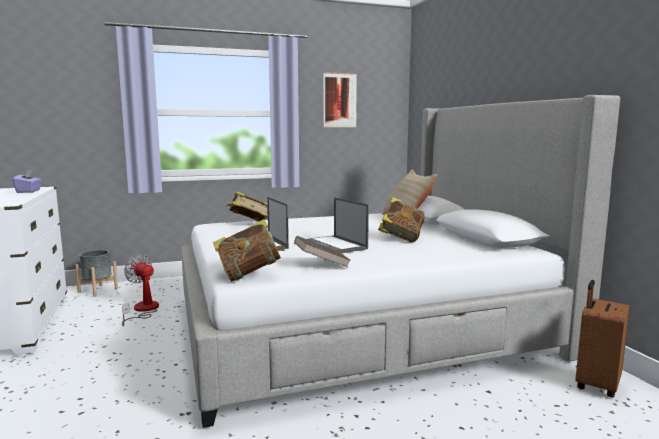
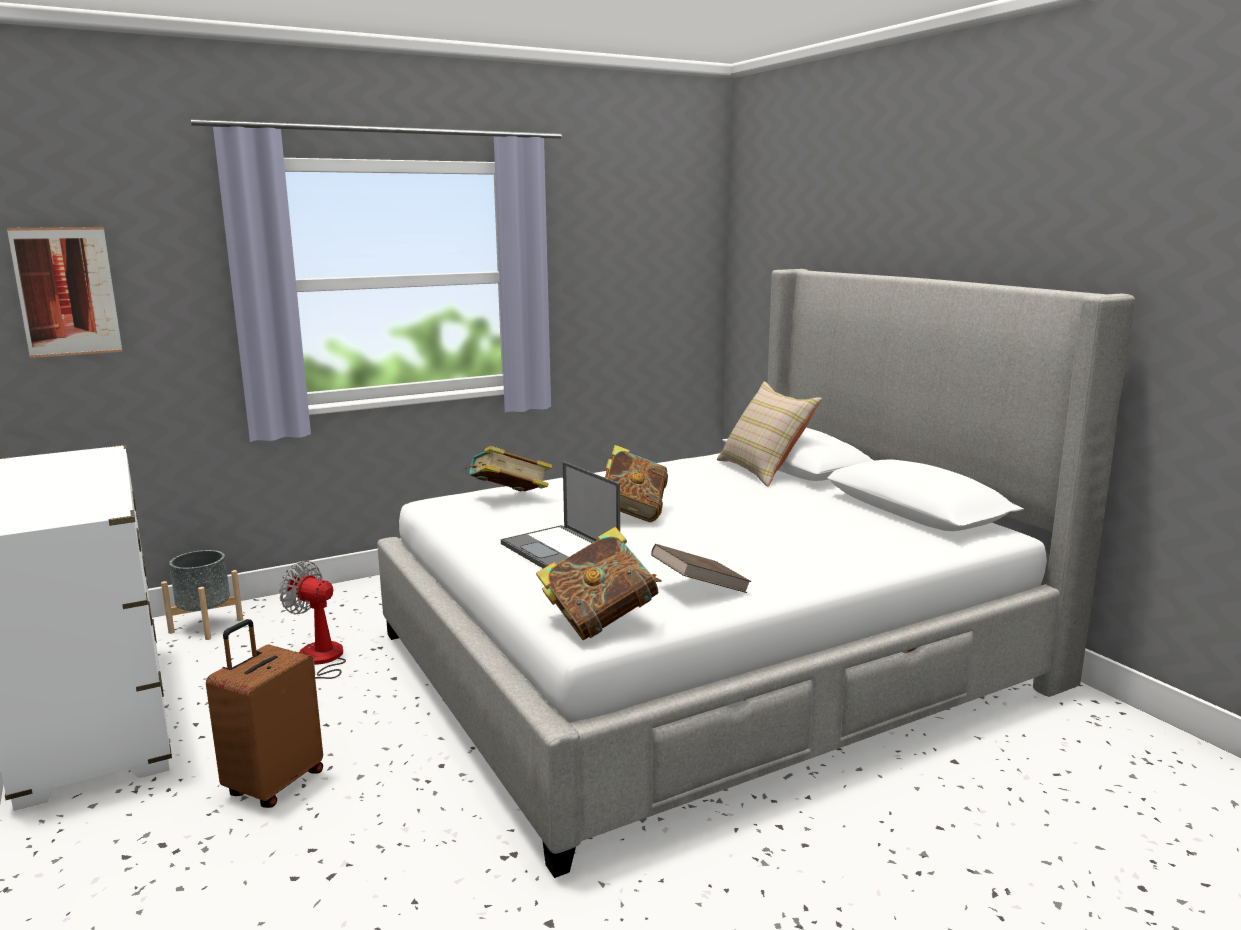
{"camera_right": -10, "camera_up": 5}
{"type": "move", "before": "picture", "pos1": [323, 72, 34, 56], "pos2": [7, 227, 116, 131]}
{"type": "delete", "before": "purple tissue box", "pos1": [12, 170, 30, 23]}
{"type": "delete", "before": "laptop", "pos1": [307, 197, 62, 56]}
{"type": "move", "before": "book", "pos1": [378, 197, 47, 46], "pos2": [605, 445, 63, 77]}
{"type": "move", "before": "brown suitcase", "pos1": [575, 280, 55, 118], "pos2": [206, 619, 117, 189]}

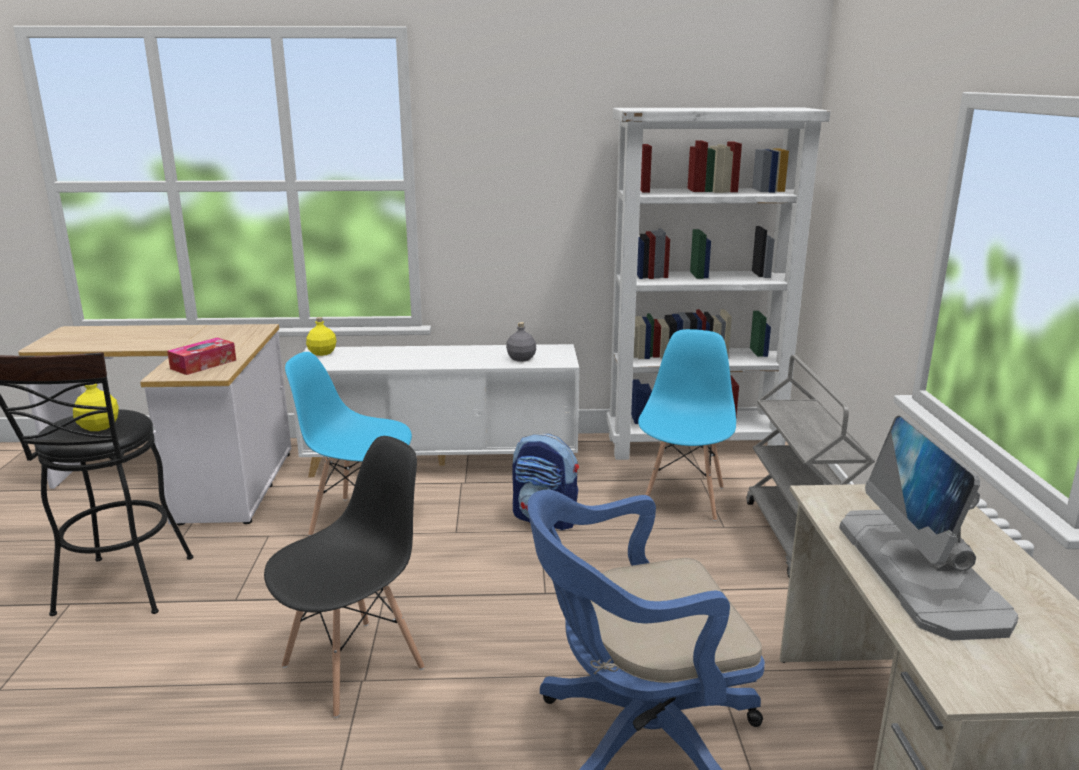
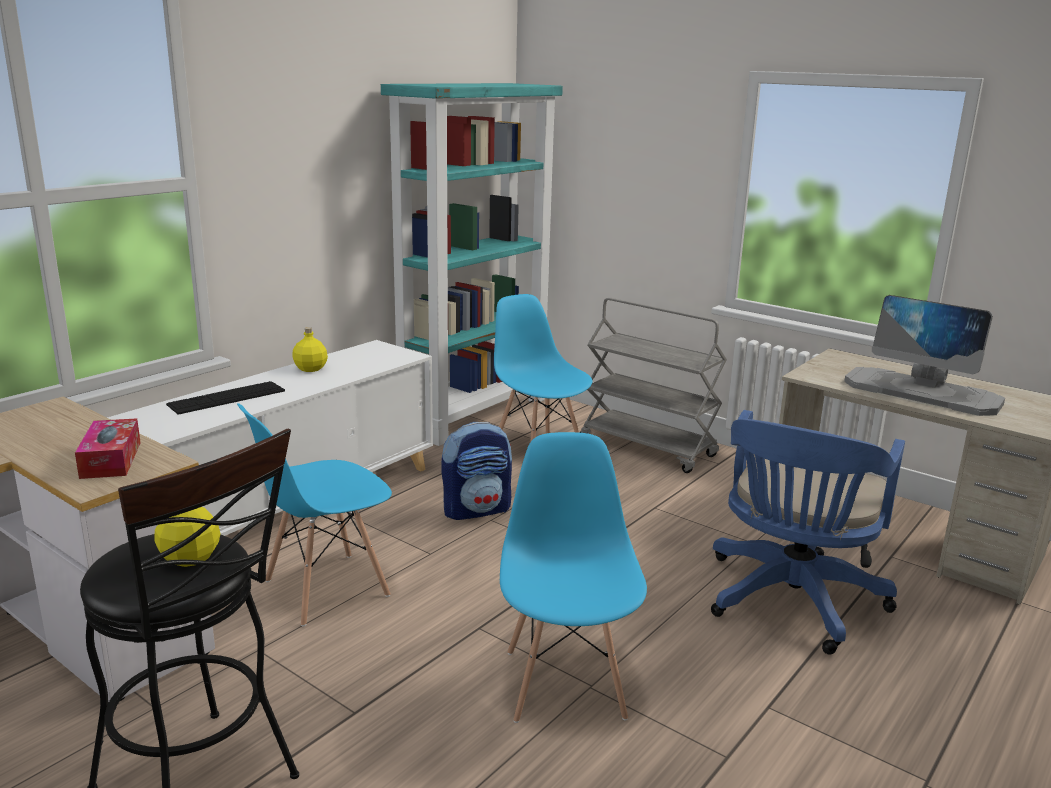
{"camera_right": -50, "camera_up": 0}
{"type": "recolor", "before": "white bookcase", "after": "turquoise bookcase", "pos1": [606, 108, 225, 352], "pos2": [381, 83, 182, 363]}
{"type": "move", "before": "yellow bottle", "pos1": [306, 317, 31, 39], "pos2": [292, 327, 36, 45]}
{"type": "delete", "before": "grey bottle", "pos1": [506, 322, 30, 40]}
{"type": "recolor", "before": "black chair", "after": "blue chair", "pos1": [264, 436, 161, 282], "pos2": [500, 432, 147, 291]}
{"type": "insert", "after": "keyboard", "pos2": [166, 381, 119, 34]}

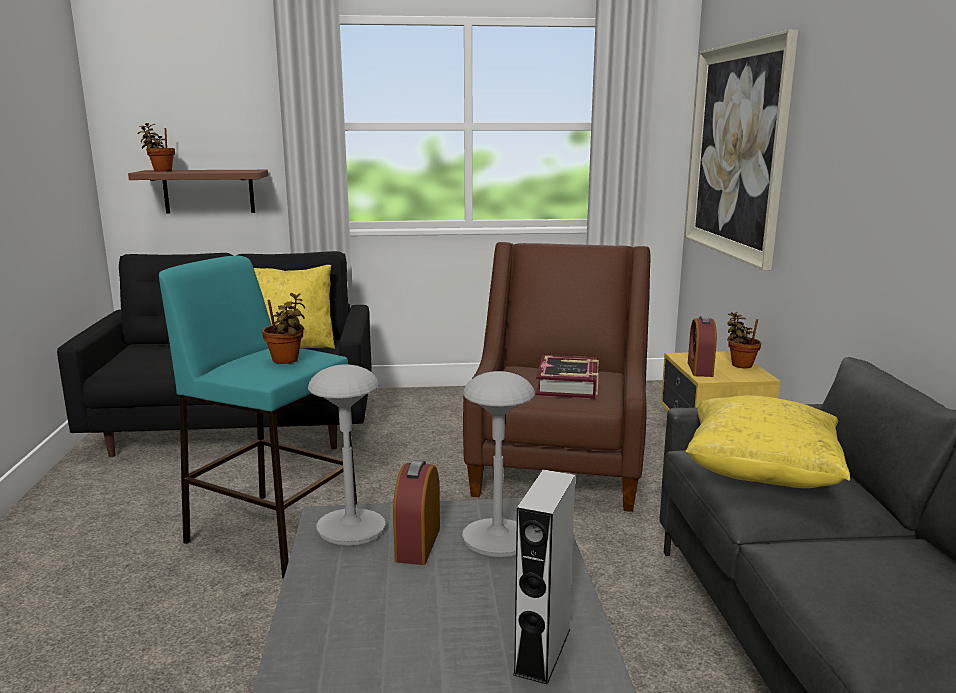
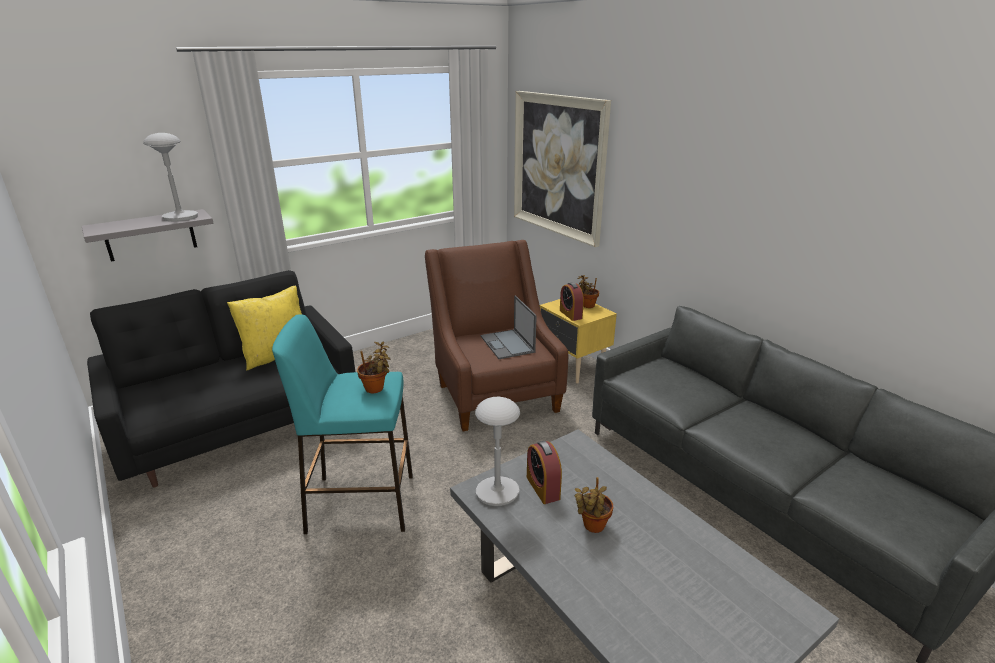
{"camera_right": -30, "camera_up": 10}
{"type": "move", "before": "potted plant", "pos1": [137, 123, 38, 48], "pos2": [575, 477, 38, 56]}
{"type": "recolor", "before": "brown shelf", "after": "grey shelf", "pos1": [128, 170, 140, 44], "pos2": [82, 209, 132, 53]}
{"type": "replace", "before": "book", "after": "laptop", "pos1": [536, 355, 63, 44], "pos2": [481, 295, 56, 64]}
{"type": "move", "before": "grey table lamp", "pos1": [462, 371, 73, 187], "pos2": [143, 133, 55, 88]}
{"type": "delete", "before": "yellow pillow", "pos1": [685, 395, 165, 93]}
{"type": "delete", "before": "grey speaker", "pos1": [513, 469, 62, 216]}

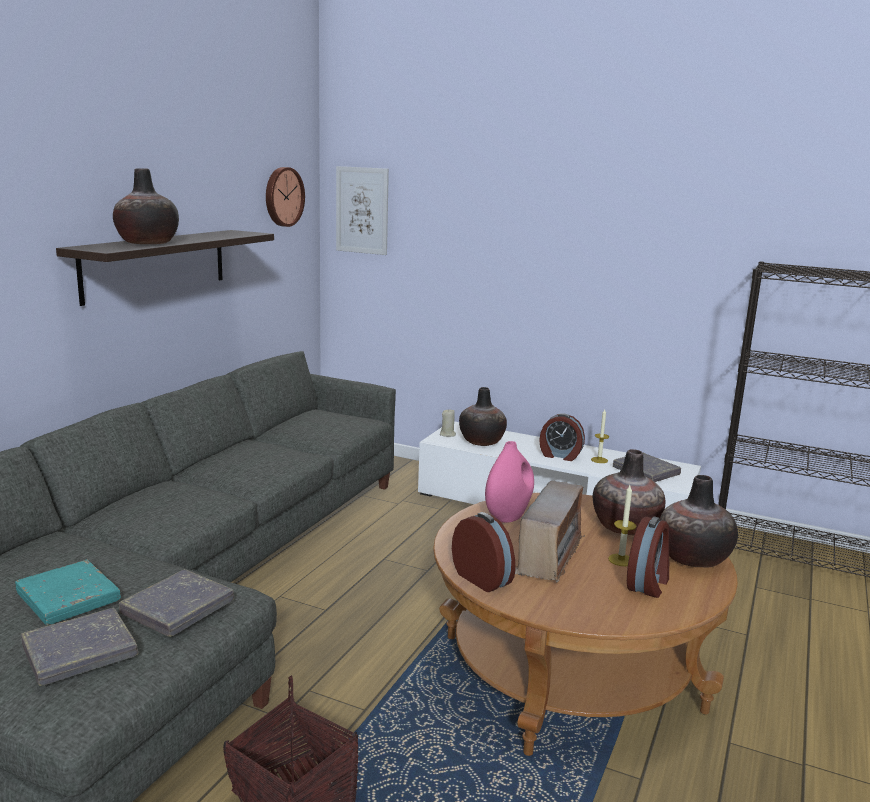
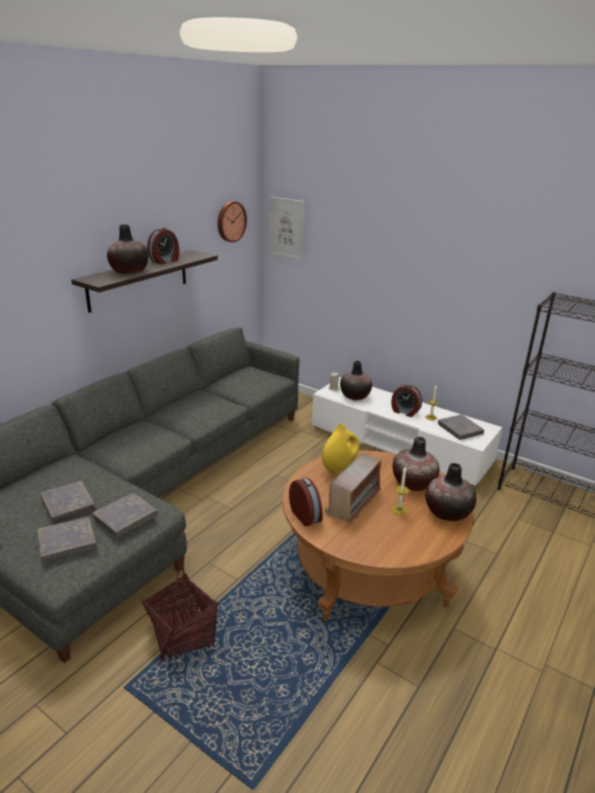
{"camera_right": 10, "camera_up": 10}
{"type": "recolor", "before": "pink vase", "after": "yellow vase", "pos1": [485, 441, 49, 82], "pos2": [322, 424, 38, 50]}
{"type": "move", "before": "alarm clock", "pos1": [627, 517, 42, 81], "pos2": [147, 228, 32, 36]}
{"type": "recolor", "before": "turquoise book", "after": "grey book", "pos1": [15, 560, 106, 65], "pos2": [40, 481, 55, 42]}

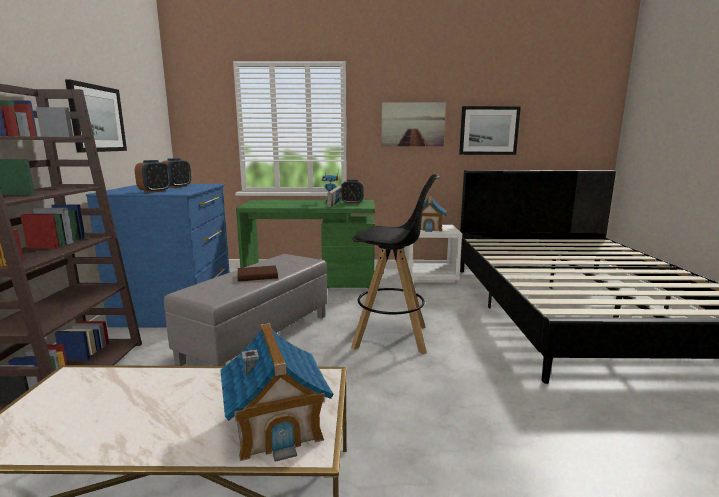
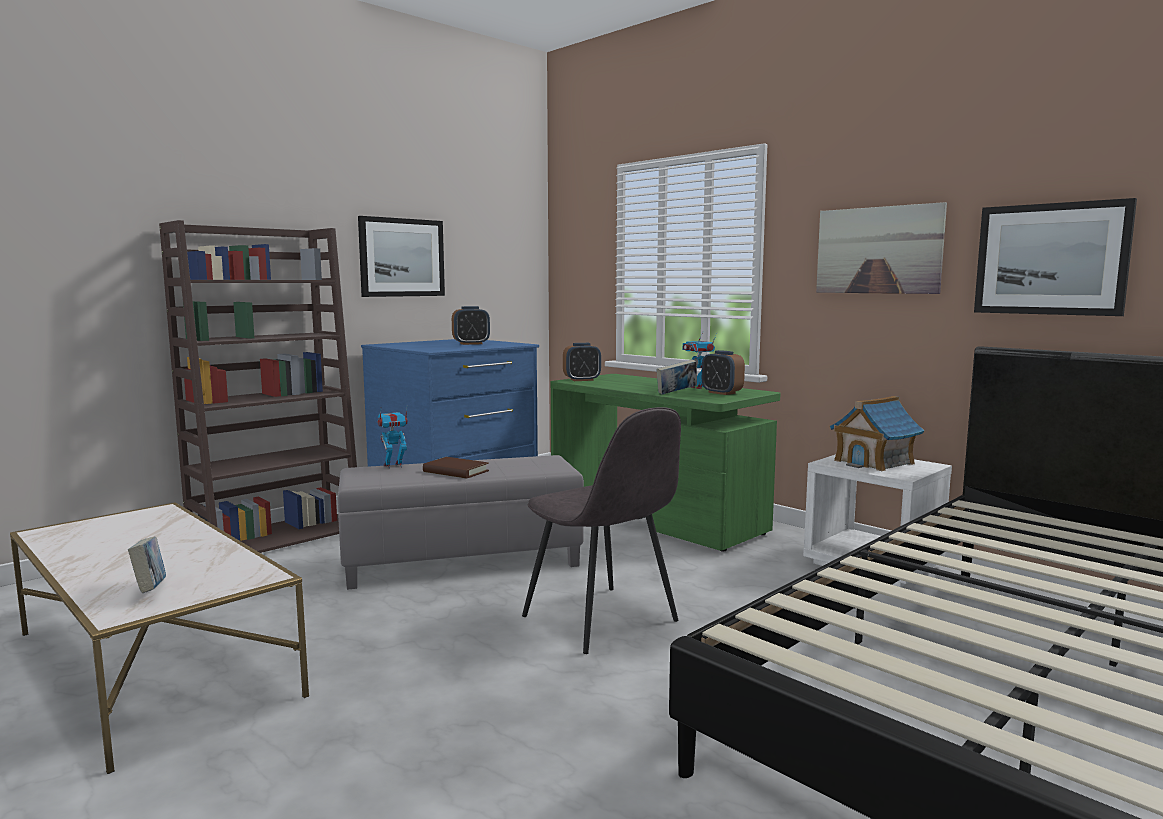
{"camera_right": 45, "camera_up": -5}
{"type": "move", "before": "alarm clock", "pos1": [135, 160, 36, 33], "pos2": [563, 343, 38, 38]}
{"type": "replace", "before": "black stool", "after": "grey chair", "pos1": [351, 174, 89, 180], "pos2": [522, 407, 159, 247]}
{"type": "replace", "before": "toy house", "after": "book", "pos1": [220, 323, 113, 139], "pos2": [128, 537, 38, 56]}
{"type": "insert", "after": "toy robot", "pos2": [377, 409, 31, 60]}

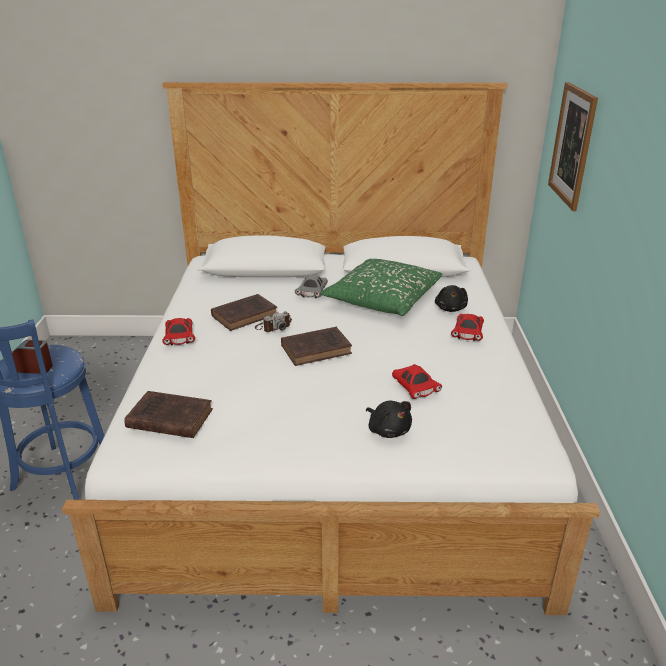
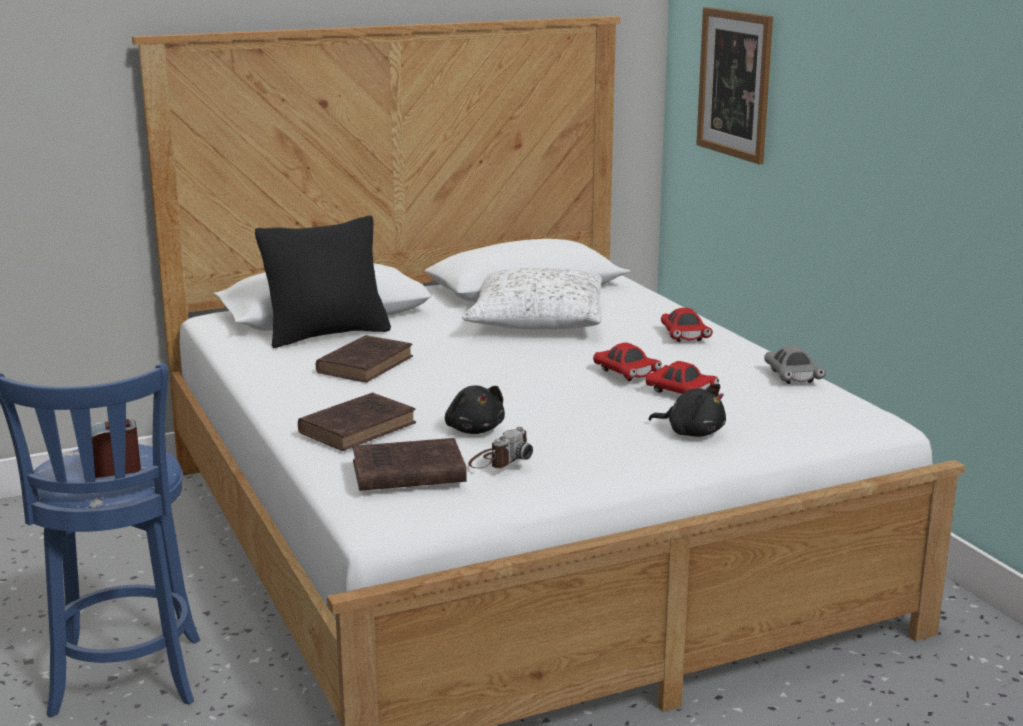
{"camera_right": -25, "camera_up": -10}
{"type": "recolor", "before": "green pillow", "after": "white pillow", "pos1": [320, 259, 122, 57], "pos2": [462, 268, 140, 62]}
{"type": "move", "before": "grey toy car", "pos1": [295, 275, 33, 23], "pos2": [764, 346, 62, 38]}
{"type": "move", "before": "black plush toy", "pos1": [435, 285, 33, 27], "pos2": [445, 385, 60, 49]}
{"type": "move", "before": "photo camera", "pos1": [255, 311, 37, 21], "pos2": [468, 427, 65, 41]}
{"type": "move", "before": "red toy car", "pos1": [162, 318, 33, 27], "pos2": [593, 342, 69, 39]}
{"type": "move", "before": "brown book", "pos1": [281, 327, 71, 39], "pos2": [298, 392, 118, 59]}
{"type": "insert", "after": "black pillow", "pos2": [255, 216, 136, 132]}

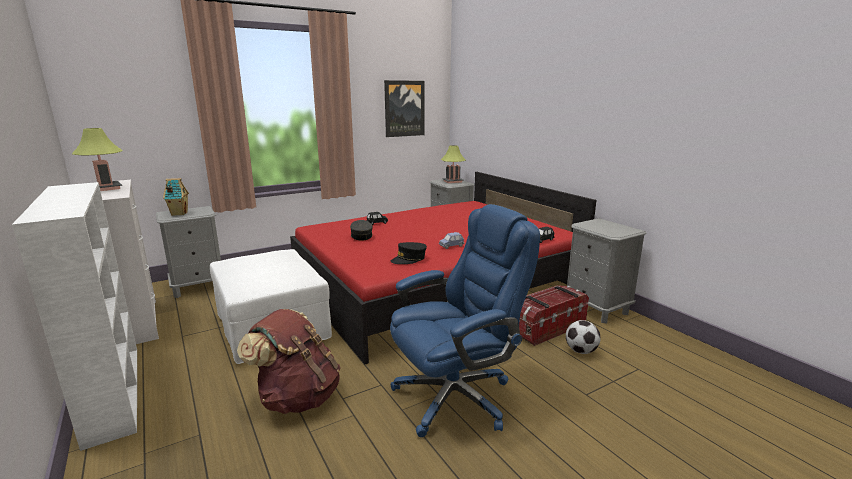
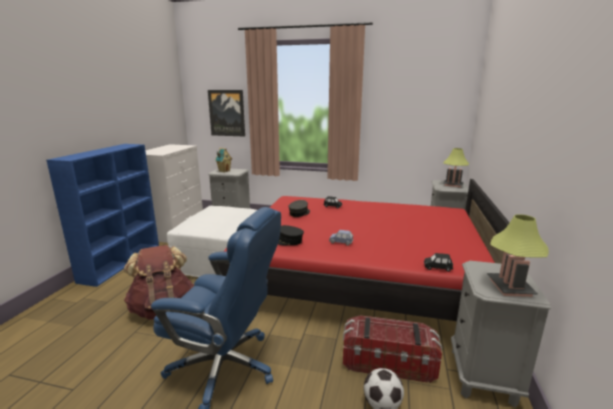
{"camera_right": 45, "camera_up": 0}
{"type": "move", "before": "picture", "pos1": [384, 80, 41, 57], "pos2": [208, 90, 37, 47]}
{"type": "move", "before": "table lamp", "pos1": [72, 128, 51, 63], "pos2": [487, 214, 62, 83]}
{"type": "recolor", "before": "white bookcase", "after": "blue bookcase", "pos1": [12, 182, 125, 269], "pos2": [46, 144, 113, 143]}

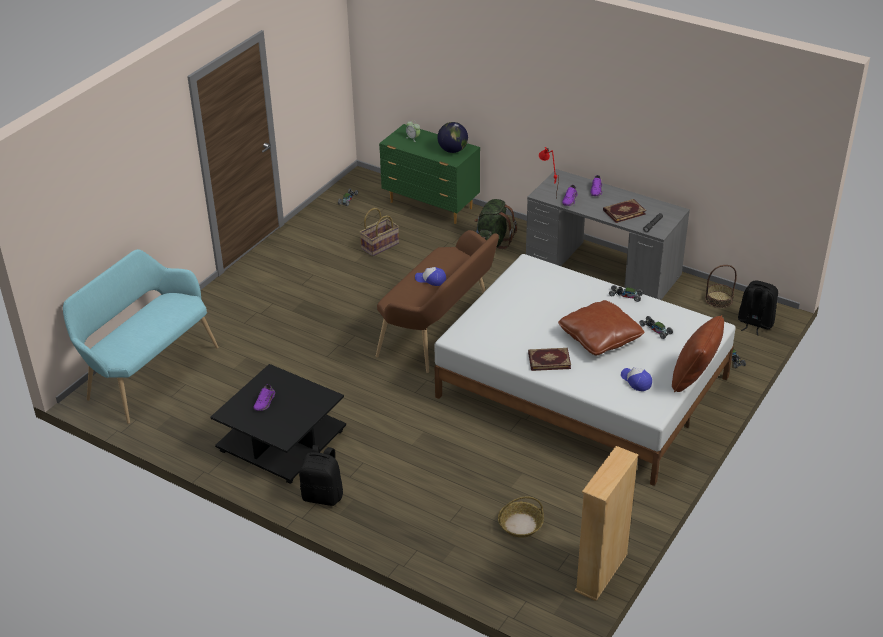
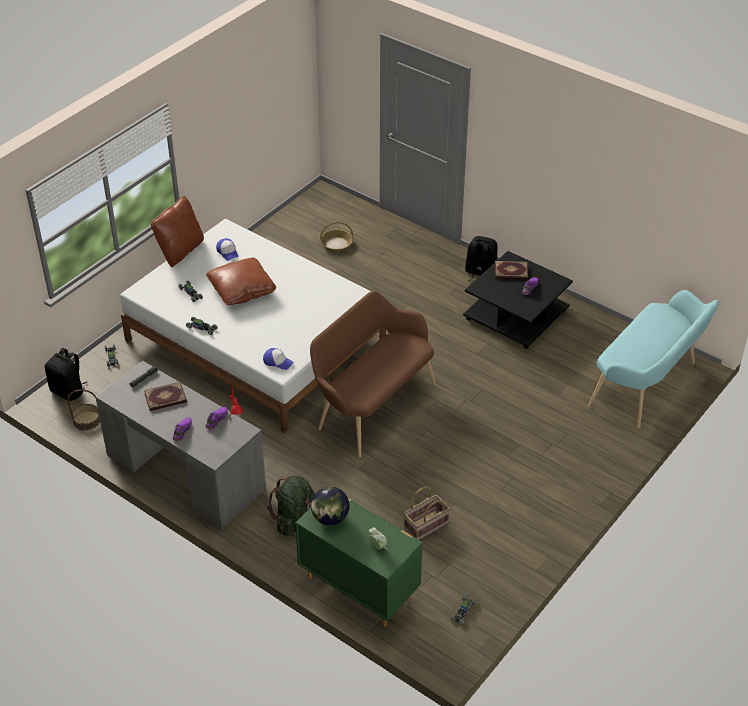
{"camera_right": -175, "camera_up": 5}
{"type": "move", "before": "cap", "pos1": [415, 267, 31, 19], "pos2": [263, 348, 30, 22]}
{"type": "move", "before": "book", "pos1": [528, 348, 43, 23], "pos2": [495, 261, 33, 18]}
{"type": "delete", "before": "beige bookcase", "pos1": [575, 446, 63, 155]}

